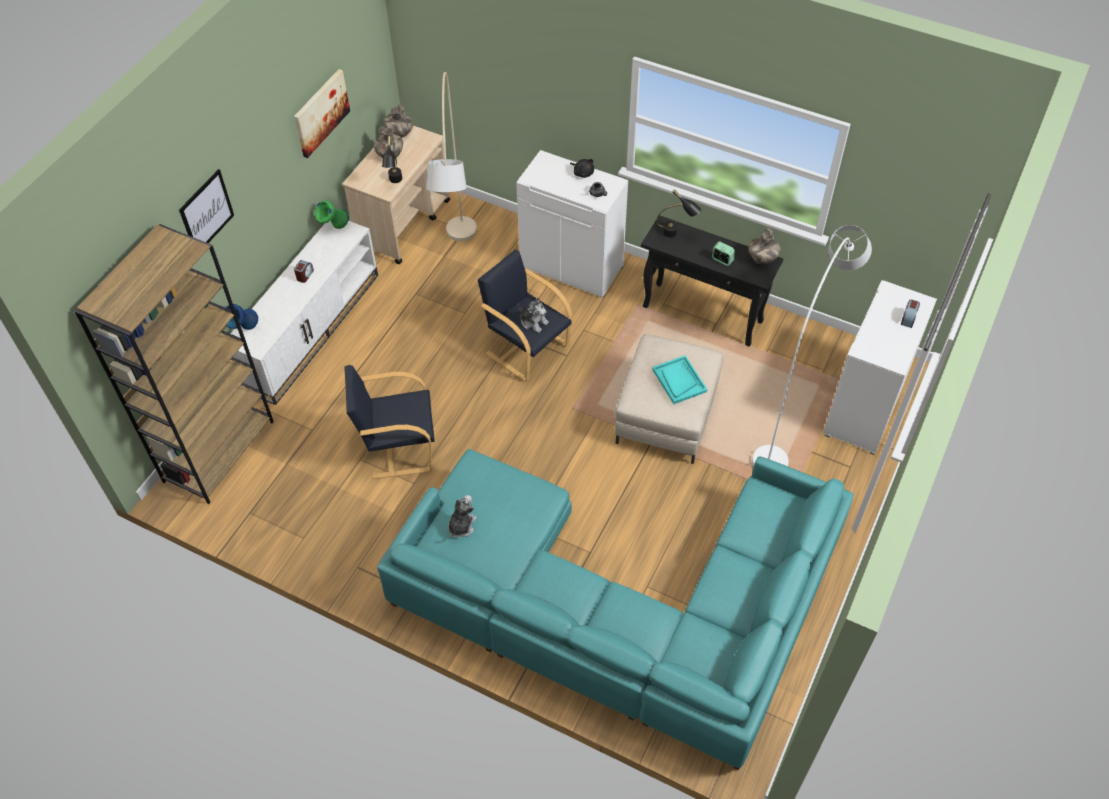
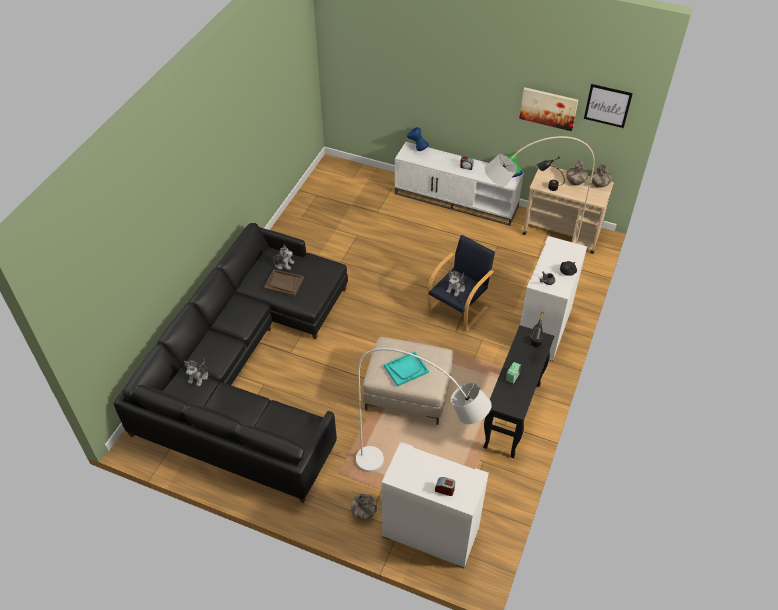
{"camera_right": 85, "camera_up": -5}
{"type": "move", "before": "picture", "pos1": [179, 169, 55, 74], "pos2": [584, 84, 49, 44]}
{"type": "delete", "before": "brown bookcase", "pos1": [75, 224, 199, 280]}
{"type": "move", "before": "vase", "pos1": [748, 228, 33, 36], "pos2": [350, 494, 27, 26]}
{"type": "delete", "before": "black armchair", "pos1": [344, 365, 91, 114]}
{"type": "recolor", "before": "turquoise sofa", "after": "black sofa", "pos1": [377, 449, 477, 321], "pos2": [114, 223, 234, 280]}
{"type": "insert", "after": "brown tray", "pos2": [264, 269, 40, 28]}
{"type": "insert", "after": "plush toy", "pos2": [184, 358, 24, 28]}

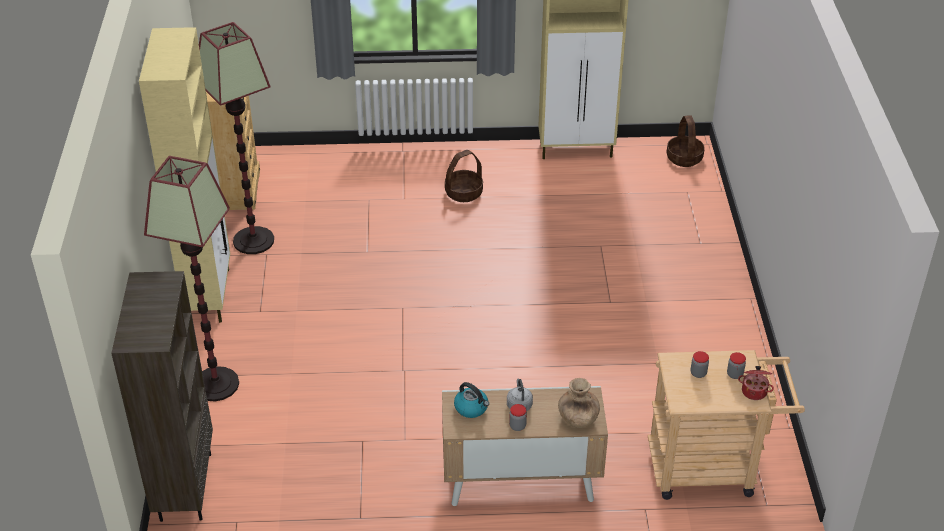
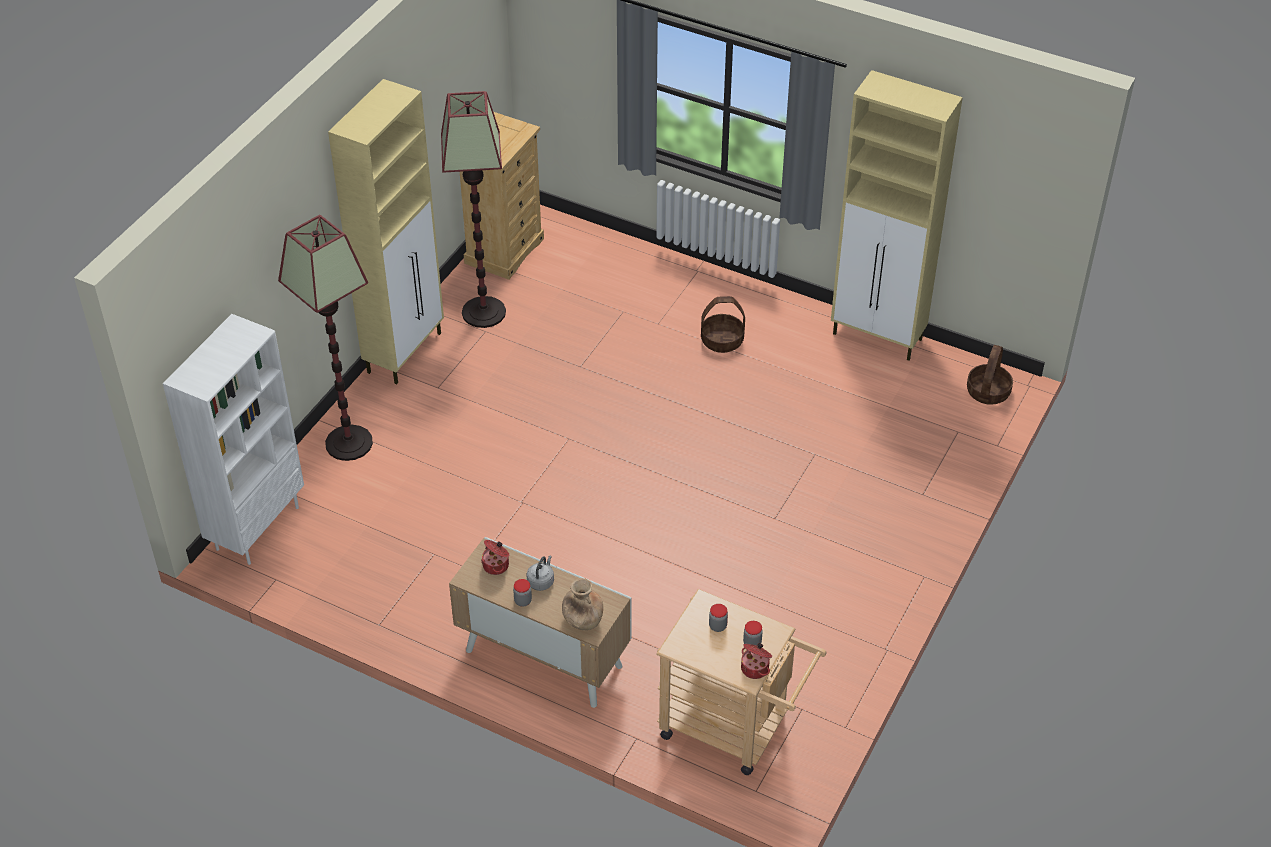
{"camera_right": 30, "camera_up": 5}
{"type": "recolor", "before": "brown bookcase", "after": "white bookcase", "pos1": [111, 271, 102, 251], "pos2": [163, 314, 141, 251]}
{"type": "replace", "before": "kettle", "after": "cooking pot", "pos1": [454, 382, 35, 36], "pos2": [481, 540, 28, 35]}

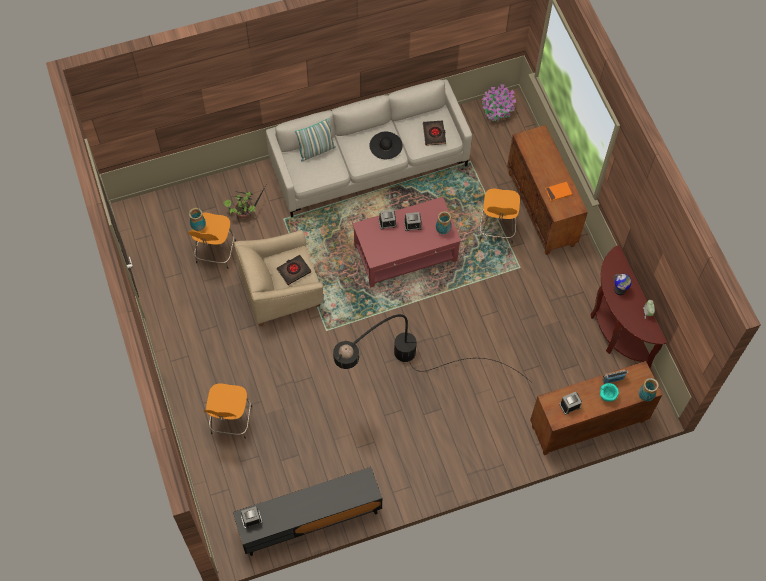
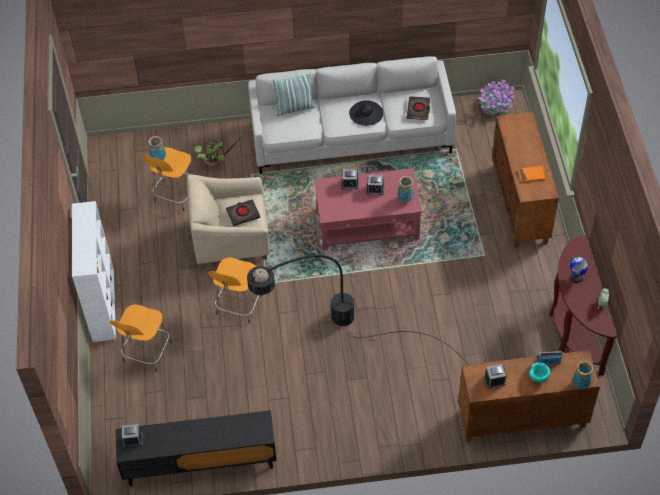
{"camera_right": 15, "camera_up": -10}
{"type": "move", "before": "orange stool", "pos1": [480, 189, 40, 54], "pos2": [208, 257, 55, 67]}
{"type": "insert", "after": "white bookcase", "pos2": [72, 201, 44, 141]}

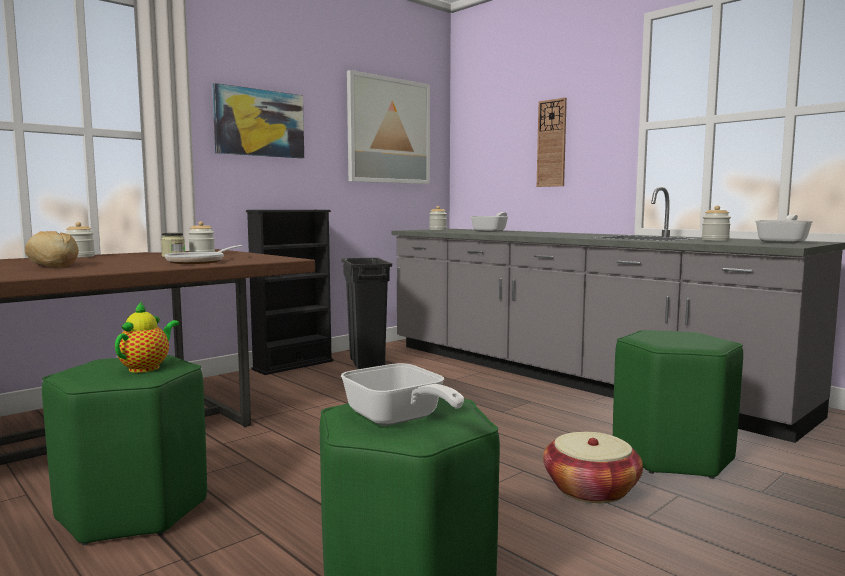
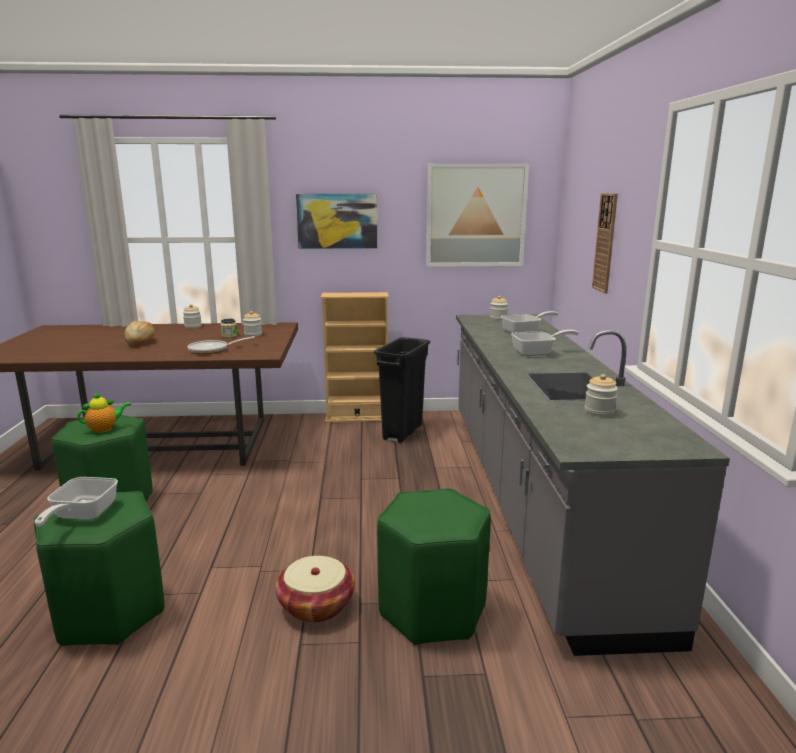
{"camera_right": 40, "camera_up": 10}
{"type": "recolor", "before": "black bookcase", "after": "beige bookcase", "pos1": [246, 210, 88, 165], "pos2": [321, 292, 68, 130]}
{"type": "move", "before": "frying pan", "pos1": [755, 214, 57, 30], "pos2": [511, 330, 68, 26]}

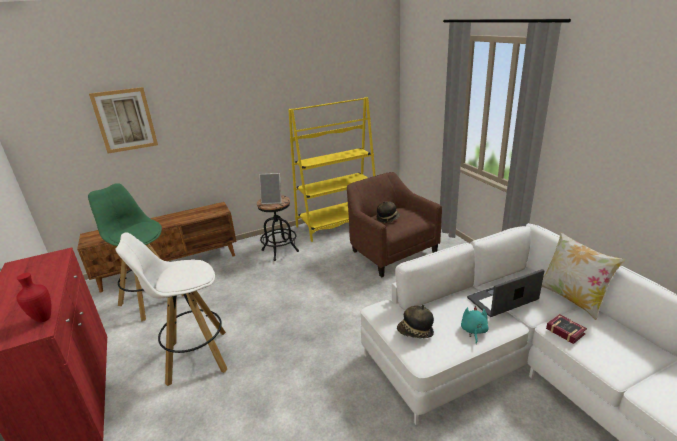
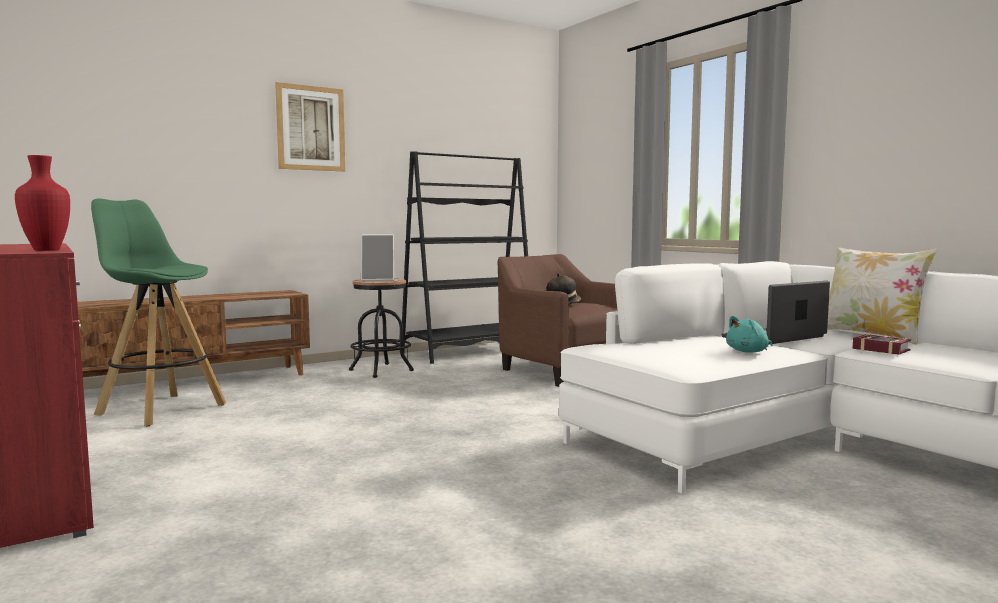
{"camera_right": -10, "camera_up": -20}
{"type": "move", "before": "picture", "pos1": [89, 87, 69, 67], "pos2": [275, 82, 70, 89]}
{"type": "recolor", "before": "yellow bookcase", "after": "black bookcase", "pos1": [288, 97, 88, 145], "pos2": [402, 151, 126, 213]}
{"type": "delete", "before": "white stool", "pos1": [116, 232, 112, 154]}
{"type": "delete", "before": "hat", "pos1": [397, 305, 37, 33]}
{"type": "rotate", "before": "turquoise plush toy", "pos1": [461, 306, 28, 38], "pos2": [726, 316, 47, 37], "turn": -120}

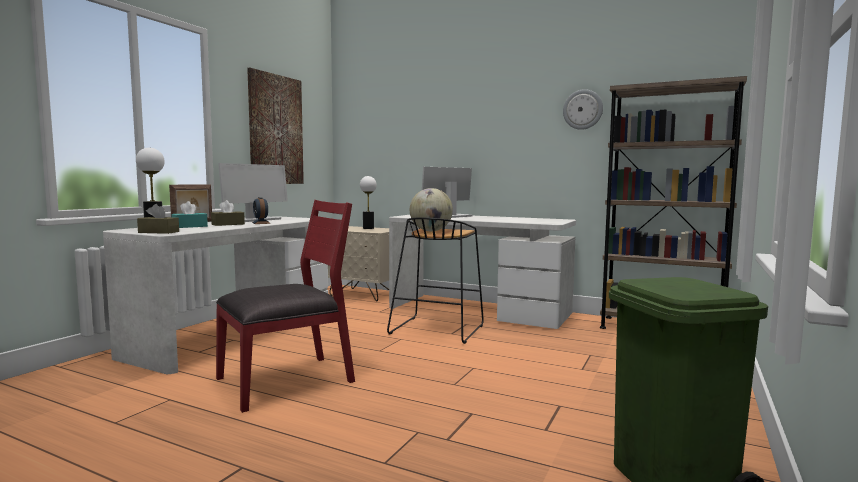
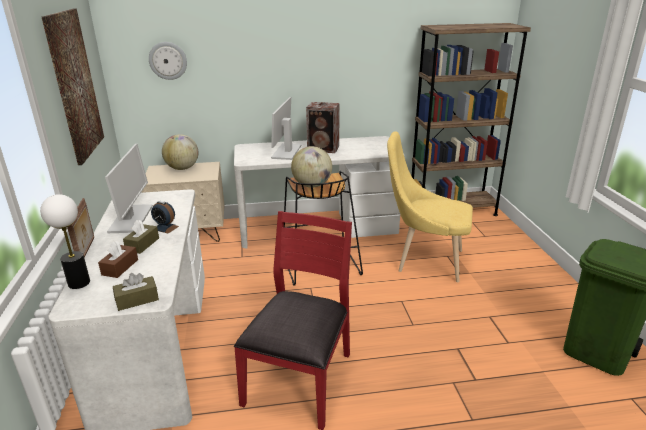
{"camera_right": -35, "camera_up": 20}
{"type": "move", "before": "wall clock", "pos1": [563, 89, 40, 41], "pos2": [149, 42, 38, 38]}
{"type": "replace", "before": "table lamp", "after": "globe", "pos1": [360, 176, 17, 53], "pos2": [162, 134, 37, 36]}
{"type": "recolor", "before": "turquoise tissue box", "after": "brown tissue box", "pos1": [171, 201, 37, 27], "pos2": [98, 241, 40, 37]}
{"type": "insert", "after": "speaker", "pos2": [306, 102, 34, 51]}
{"type": "insert", "after": "yellow chair", "pos2": [387, 131, 86, 151]}

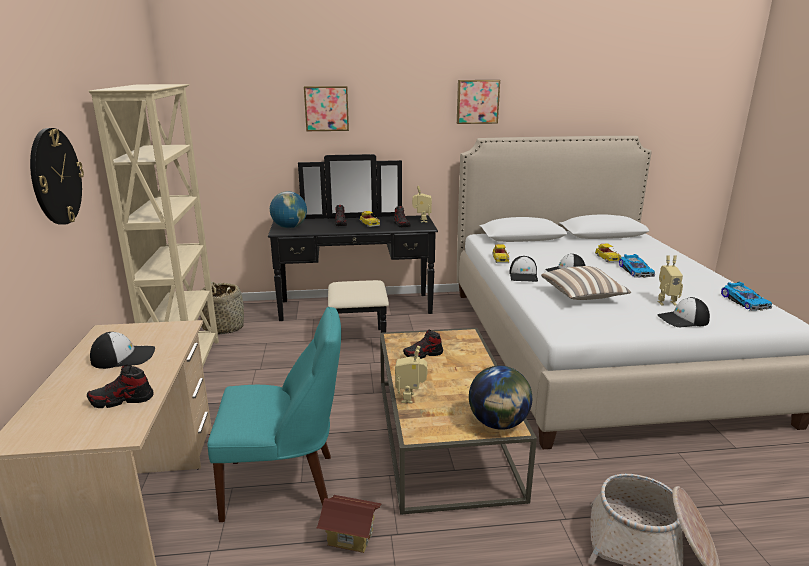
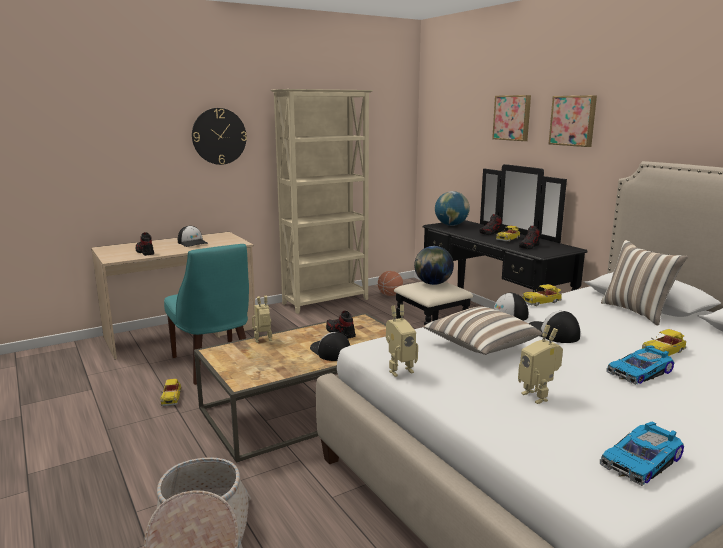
{"camera_right": 65, "camera_up": -5}
{"type": "move", "before": "picture", "pos1": [457, 80, 43, 44], "pos2": [549, 95, 48, 52]}
{"type": "move", "before": "toy robot", "pos1": [412, 186, 20, 36], "pos2": [386, 304, 32, 73]}
{"type": "replace", "before": "basket", "after": "basketball", "pos1": [201, 282, 43, 53], "pos2": [378, 271, 25, 25]}
{"type": "move", "before": "cap", "pos1": [658, 297, 52, 30], "pos2": [310, 332, 40, 29]}
{"type": "move", "before": "globe", "pos1": [469, 366, 63, 64], "pos2": [414, 246, 40, 39]}
{"type": "replace", "before": "toy house", "after": "toy car", "pos1": [317, 495, 65, 58], "pos2": [160, 379, 21, 27]}
{"type": "insert", "after": "pillow", "pos2": [601, 240, 87, 86]}

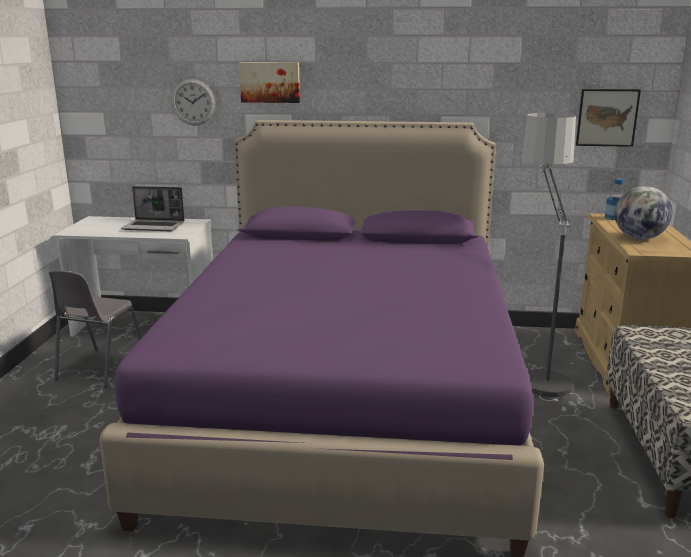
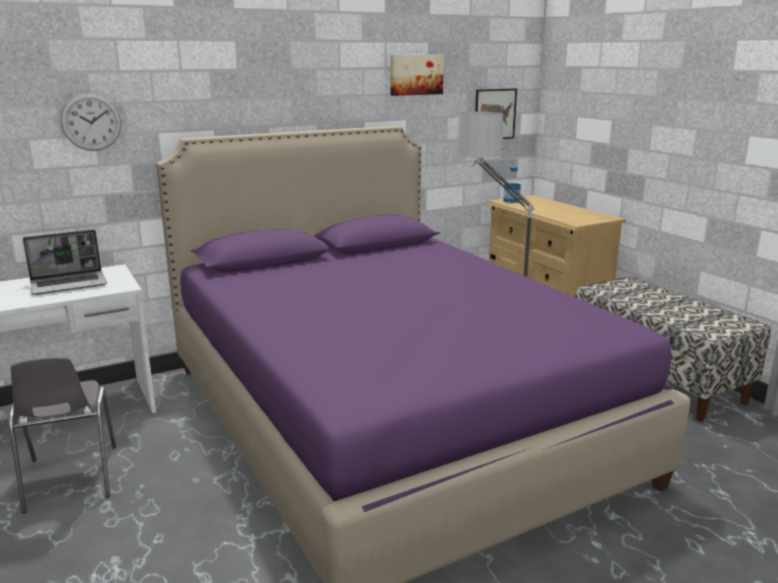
{"camera_right": -35, "camera_up": 0}
{"type": "move", "before": "picture", "pos1": [239, 62, 61, 41], "pos2": [391, 54, 53, 42]}
{"type": "delete", "before": "globe", "pos1": [615, 186, 57, 54]}

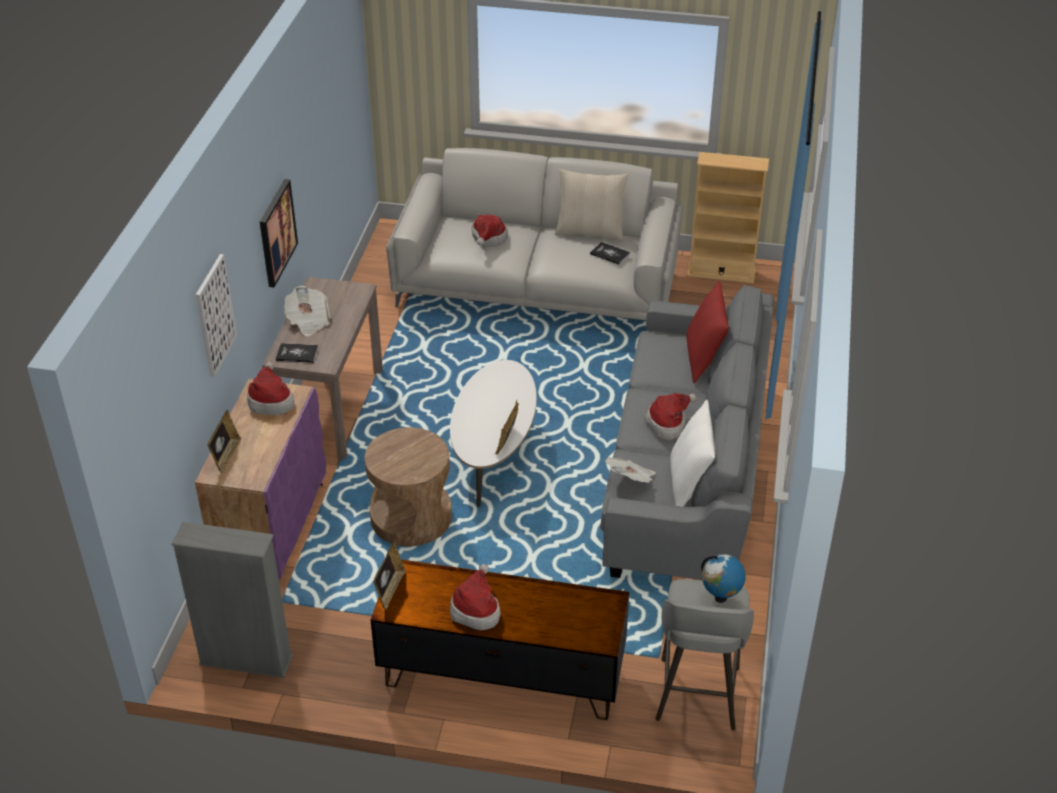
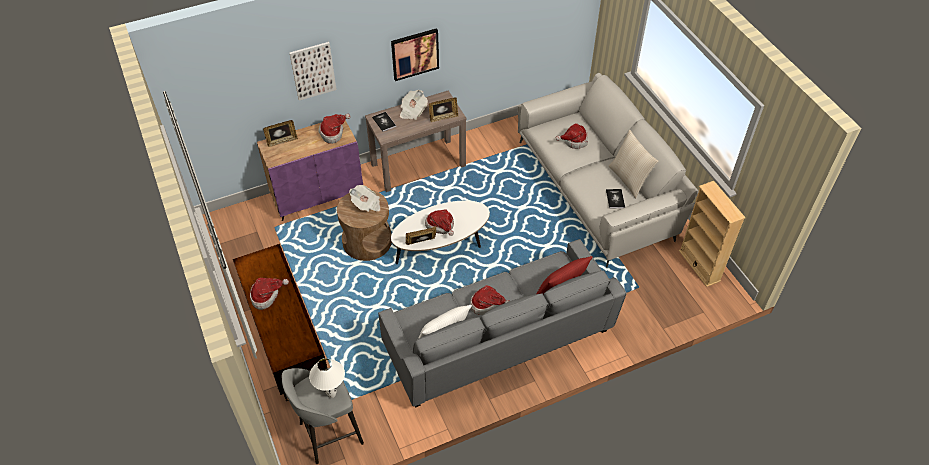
{"camera_right": 55, "camera_up": 10}
{"type": "move", "before": "newspaper", "pos1": [605, 458, 51, 25], "pos2": [349, 185, 31, 27]}
{"type": "delete", "before": "grey bookcase", "pos1": [171, 522, 122, 156]}
{"type": "move", "before": "picture frame", "pos1": [373, 542, 33, 68], "pos2": [429, 97, 29, 25]}
{"type": "replace", "before": "globe", "after": "white table lamp", "pos1": [701, 554, 44, 49], "pos2": [309, 358, 36, 40]}
{"type": "insert", "after": "hat", "pos2": [425, 209, 29, 27]}

